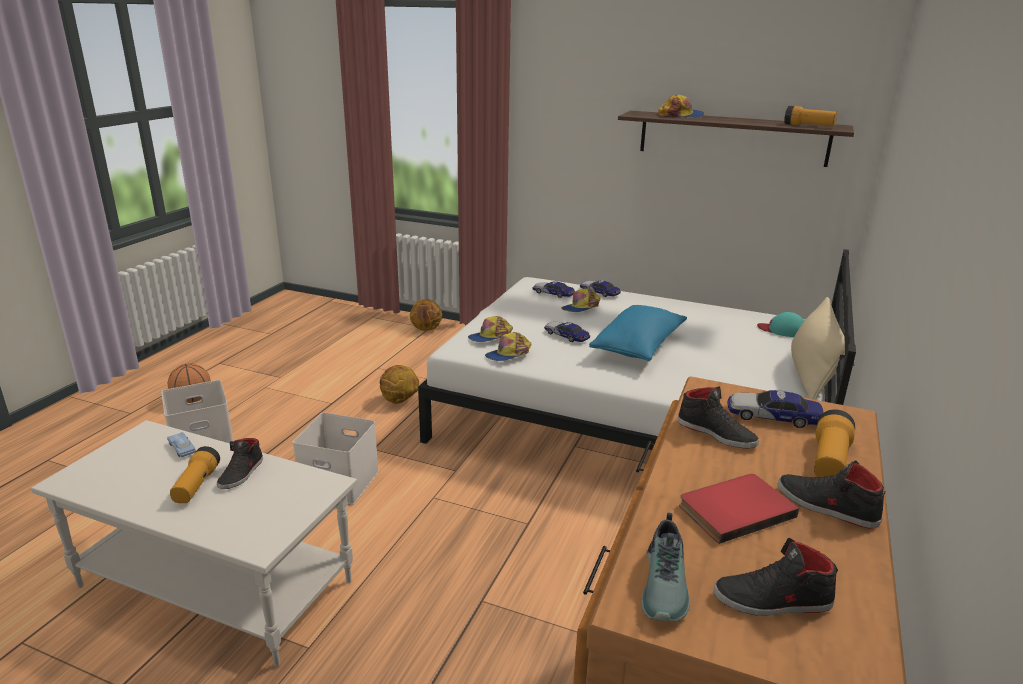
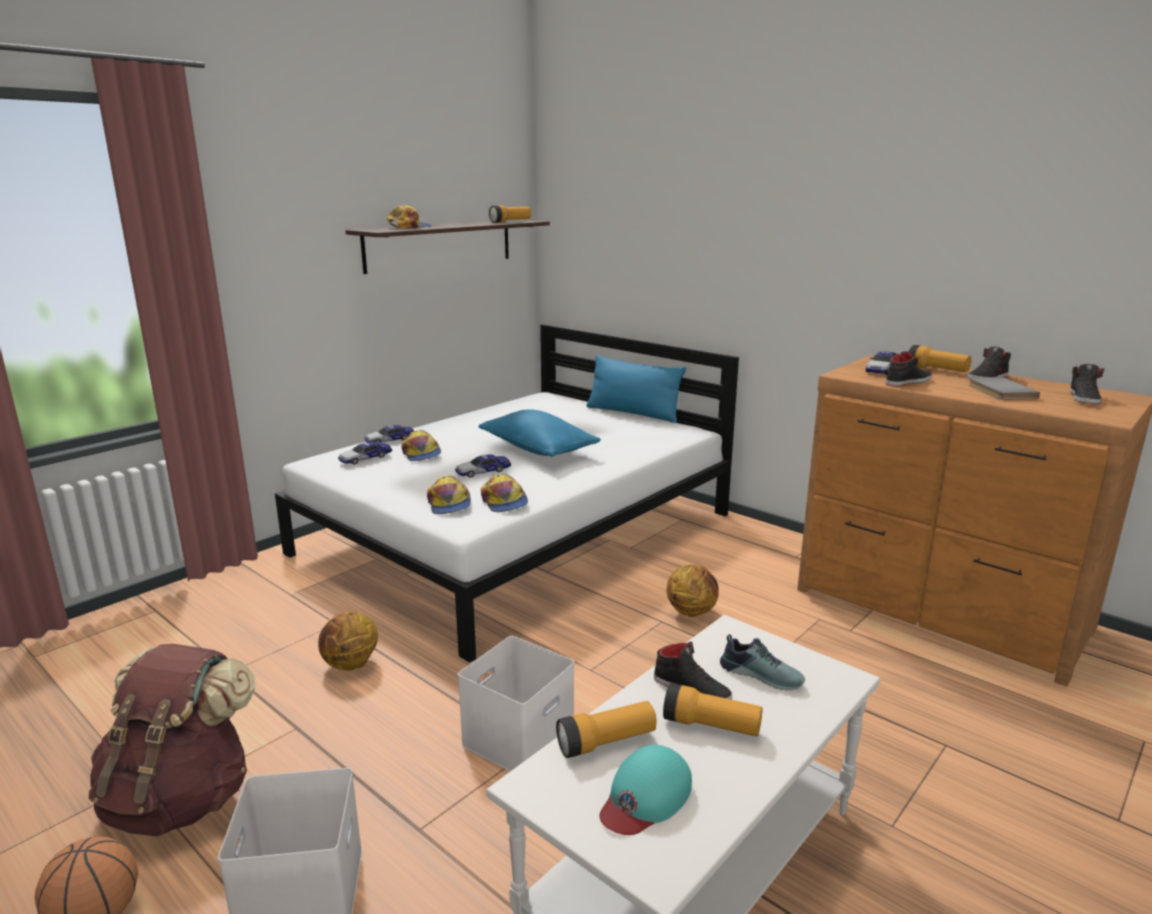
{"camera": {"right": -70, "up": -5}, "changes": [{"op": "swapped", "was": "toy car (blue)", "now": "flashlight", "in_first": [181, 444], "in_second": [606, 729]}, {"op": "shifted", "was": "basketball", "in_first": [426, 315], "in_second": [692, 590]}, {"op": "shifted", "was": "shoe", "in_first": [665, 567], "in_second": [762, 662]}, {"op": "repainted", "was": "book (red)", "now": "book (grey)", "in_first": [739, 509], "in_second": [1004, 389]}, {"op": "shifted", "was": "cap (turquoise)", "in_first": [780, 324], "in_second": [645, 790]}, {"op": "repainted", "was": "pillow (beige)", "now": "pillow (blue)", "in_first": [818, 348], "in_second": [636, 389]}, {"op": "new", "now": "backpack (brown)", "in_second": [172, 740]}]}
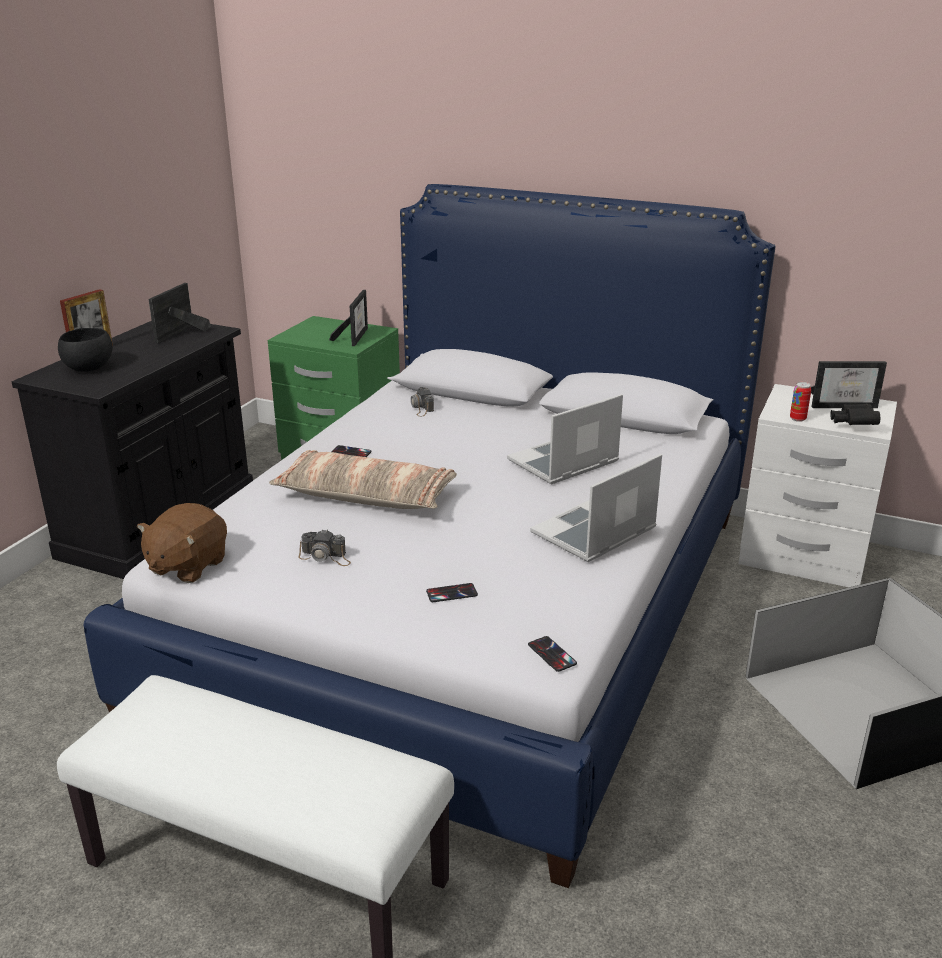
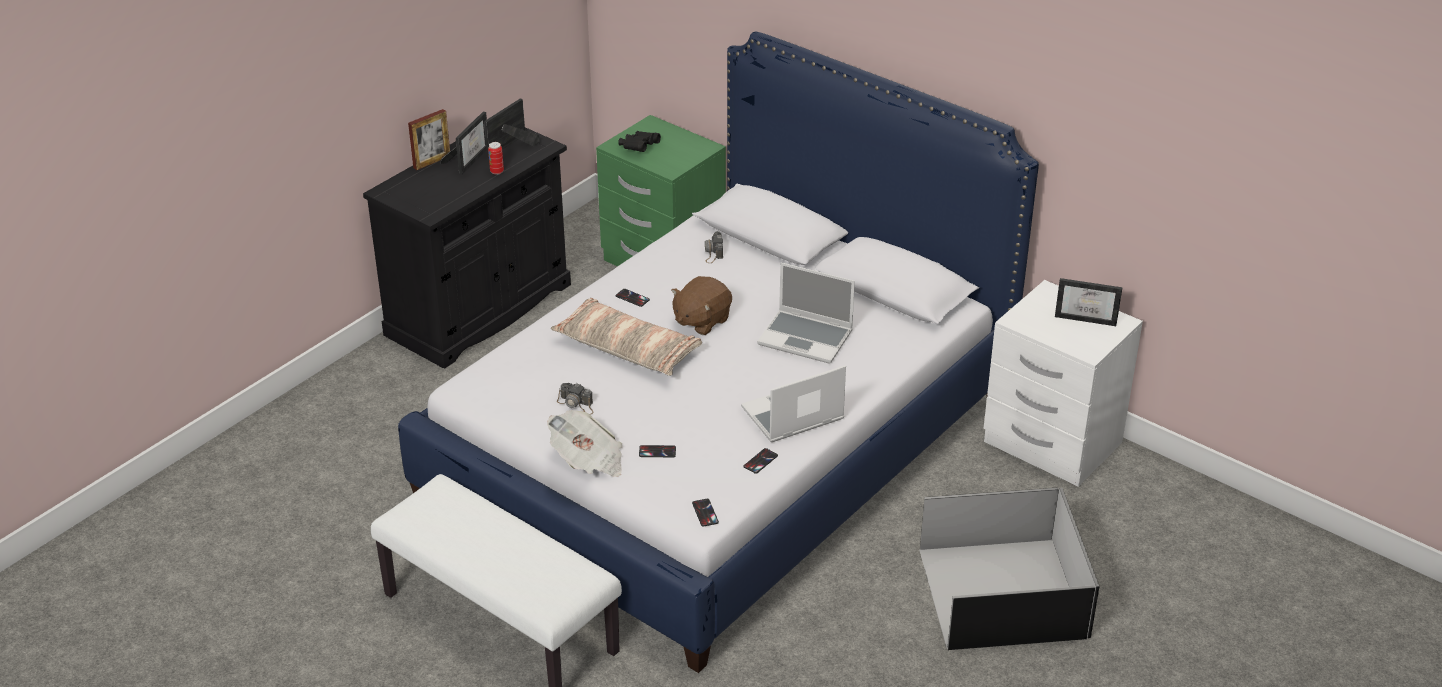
{"camera": {"right": 15, "up": 10}, "changes": [{"op": "gone", "was": "bowl (black)", "in_first": [85, 350]}, {"op": "shifted", "was": "plush toy (brown)", "in_first": [182, 543], "in_second": [701, 305]}, {"op": "shifted", "was": "picture frame", "in_first": [348, 318], "in_second": [463, 143]}, {"op": "rotated", "was": "laptop", "in_first": [565, 439], "in_second": [806, 313], "clockwise": -135}, {"op": "shifted", "was": "can", "in_first": [800, 402], "in_second": [496, 158]}, {"op": "shifted", "was": "binoculars (black)", "in_first": [855, 414], "in_second": [639, 141]}, {"op": "new", "now": "newspaper", "in_second": [585, 443]}, {"op": "new", "now": "phone", "in_second": [760, 461]}]}
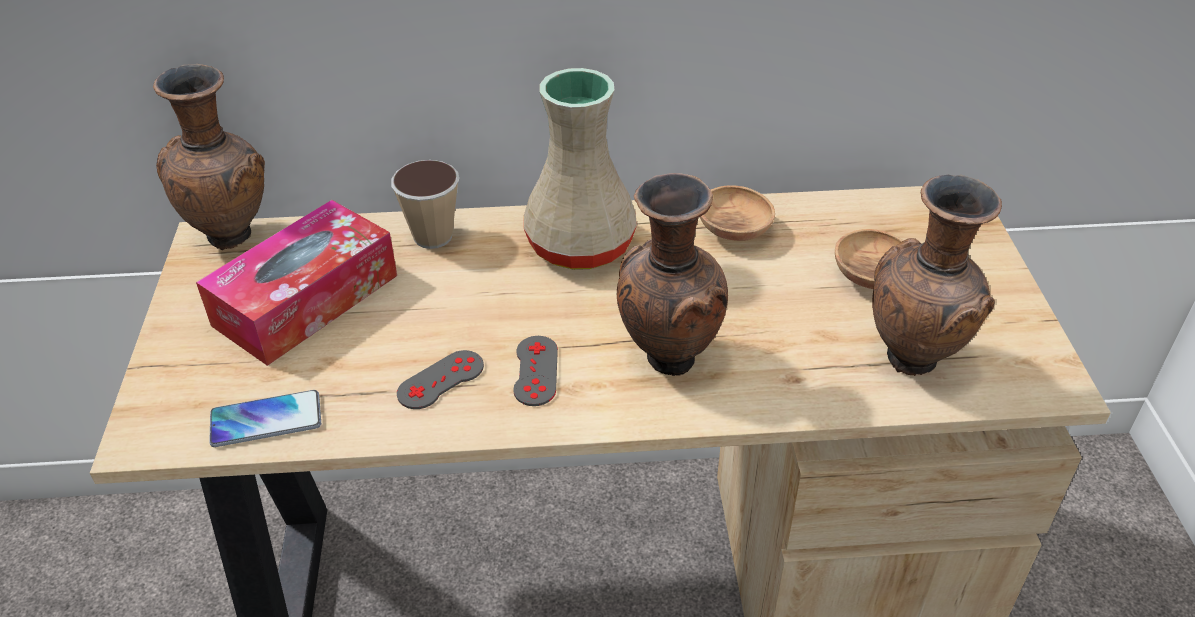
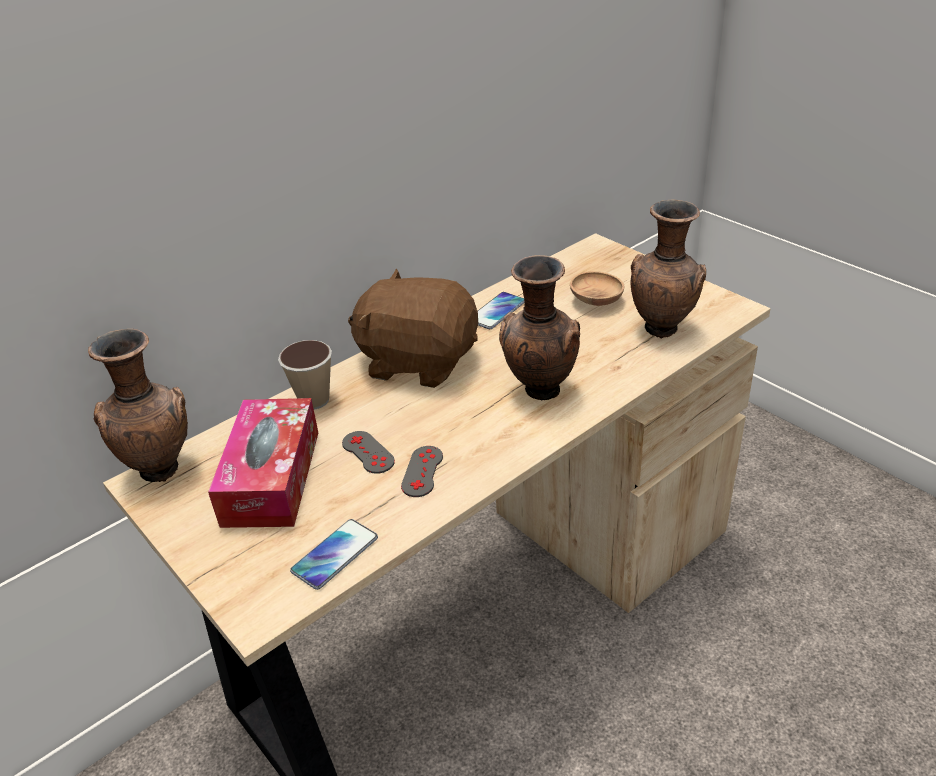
{"camera": {"right": -35, "up": -5}, "changes": [{"op": "shifted", "was": "game controller (grey)", "in_first": [535, 371], "in_second": [368, 452]}, {"op": "swapped", "was": "vase (beige)", "now": "plush toy (brown)", "in_first": [580, 169], "in_second": [413, 328]}, {"op": "swapped", "was": "bowl (brown)", "now": "phone", "in_first": [737, 213], "in_second": [501, 310]}]}
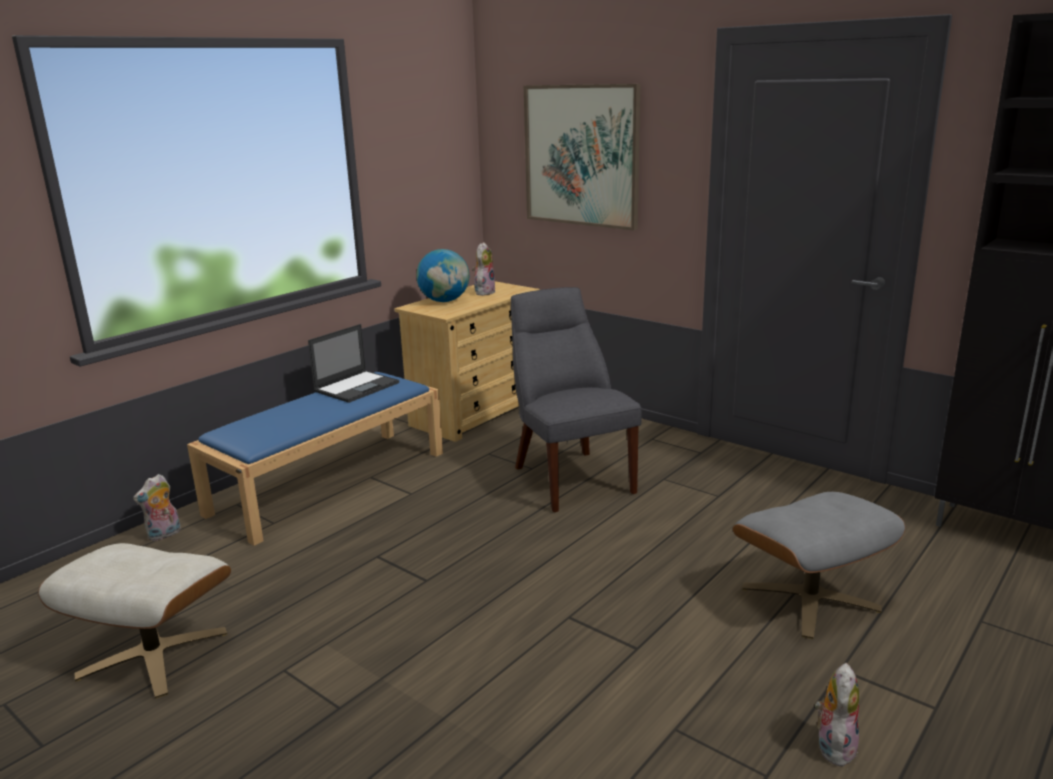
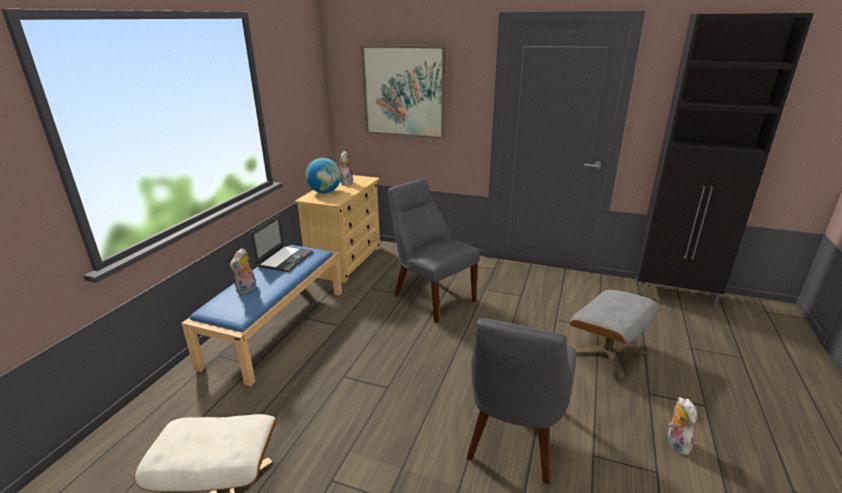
{"camera": {"right": -20, "up": 5}, "changes": [{"op": "shifted", "was": "plush toy", "in_first": [157, 507], "in_second": [243, 271]}, {"op": "new", "now": "chair (grey)", "in_second": [521, 401]}]}
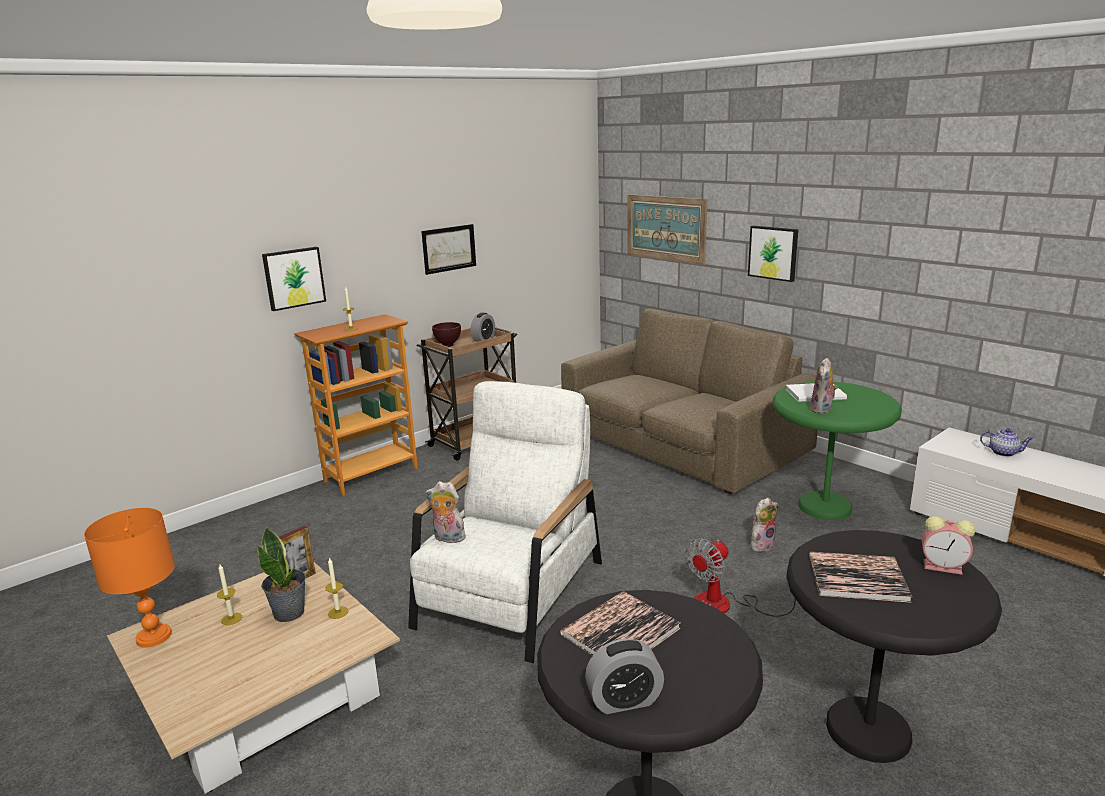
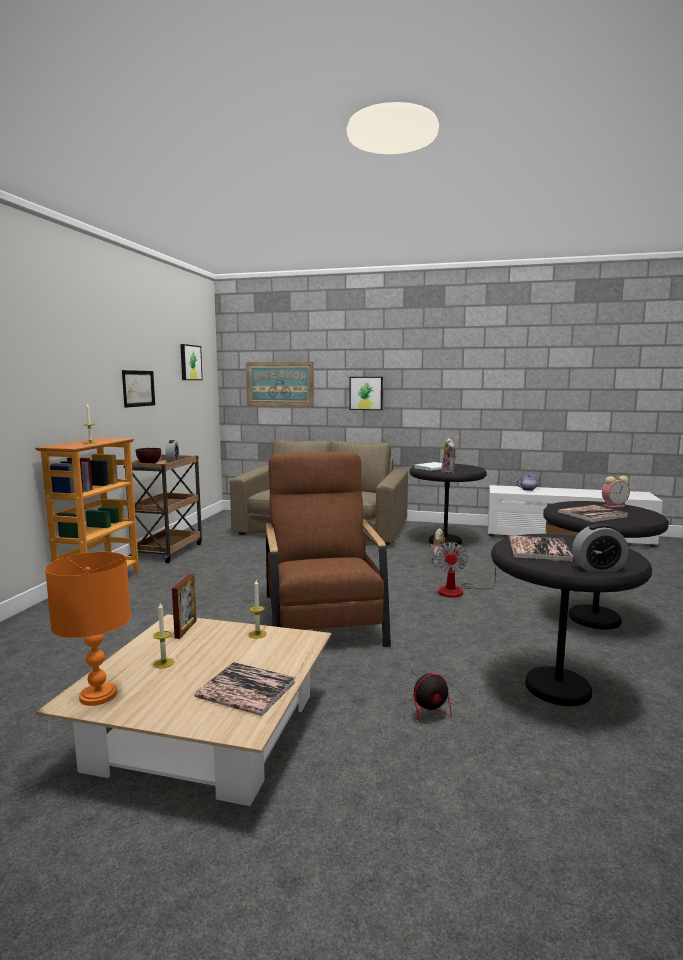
{"camera": {"right": -35, "up": -10}, "changes": [{"op": "gone", "was": "potted plant", "in_first": [282, 574]}, {"op": "shifted", "was": "picture", "in_first": [294, 279], "in_second": [191, 362]}, {"op": "repainted", "was": "armchair (white)", "now": "armchair (brown)", "in_first": [505, 522], "in_second": [328, 549]}, {"op": "gone", "was": "plush toy", "in_first": [445, 512]}, {"op": "rotated", "was": "alarm clock", "in_first": [624, 676], "in_second": [600, 547], "clockwise": 45}, {"op": "repainted", "was": "side table (green)", "now": "side table (black)", "in_first": [837, 451], "in_second": [448, 505]}, {"op": "new", "now": "book", "in_second": [244, 689]}, {"op": "new", "now": "fan", "in_second": [439, 698]}]}
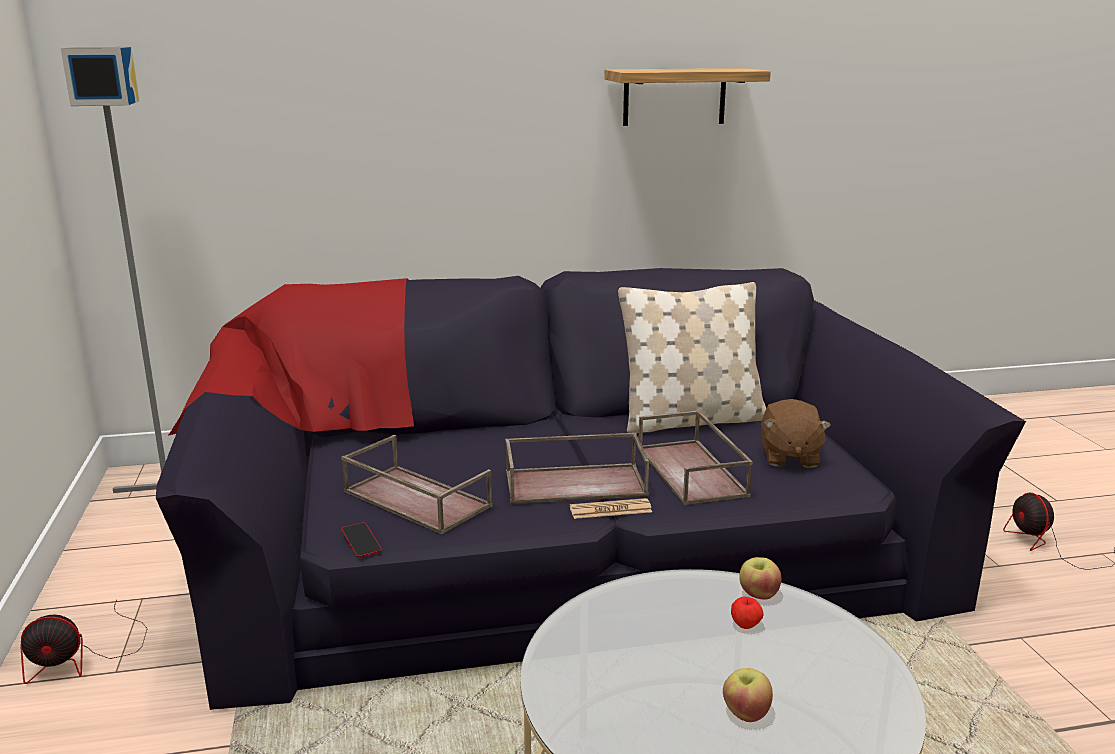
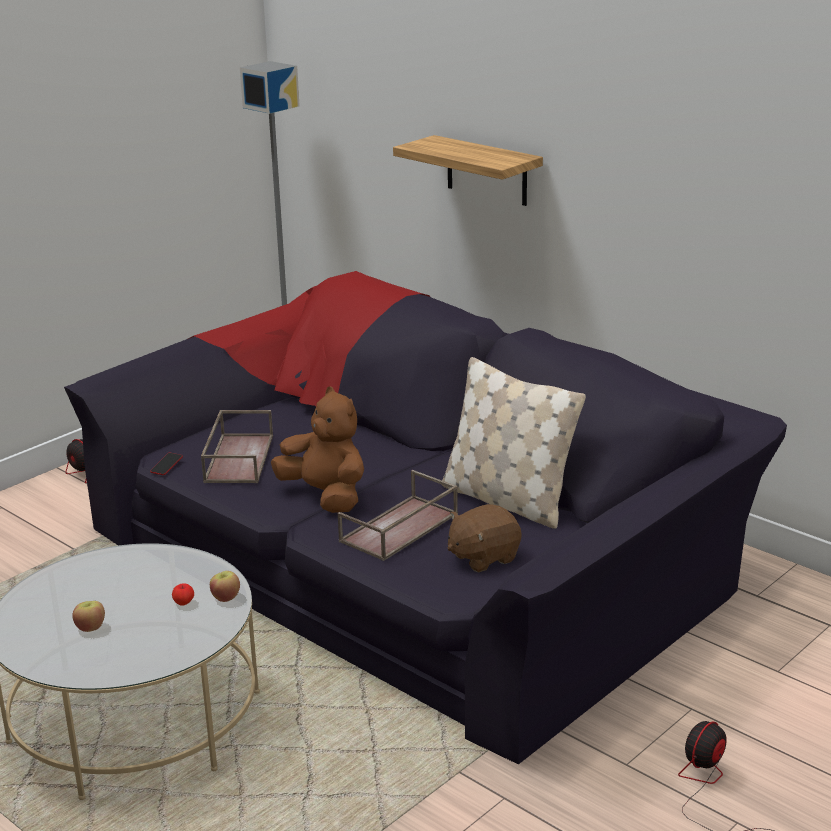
{"camera": {"right": 55, "up": 5}, "changes": [{"op": "swapped", "was": "tray (brown)", "now": "plush toy (brown)", "in_first": [577, 468], "in_second": [317, 449]}, {"op": "gone", "was": "newspaper", "in_first": [611, 508]}, {"op": "shifted", "was": "shelf", "in_first": [687, 97], "in_second": [468, 170]}]}
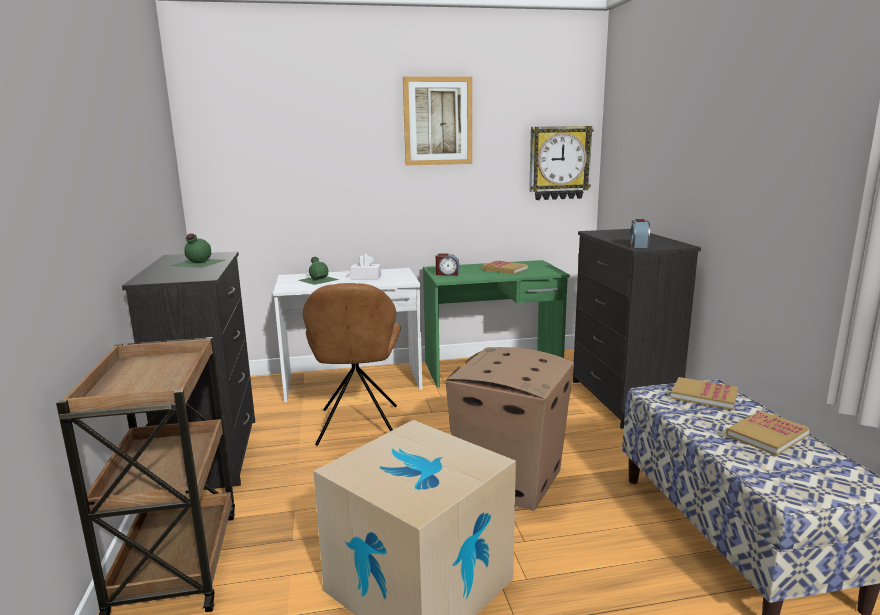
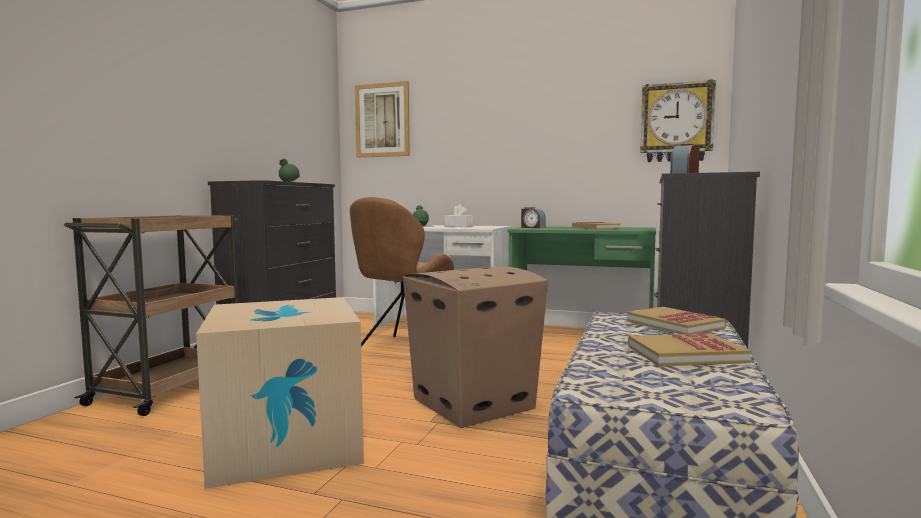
{"camera": {"right": 30, "up": -10}, "changes": [{"op": "shifted", "was": "picture", "in_first": [437, 121], "in_second": [382, 119]}]}
